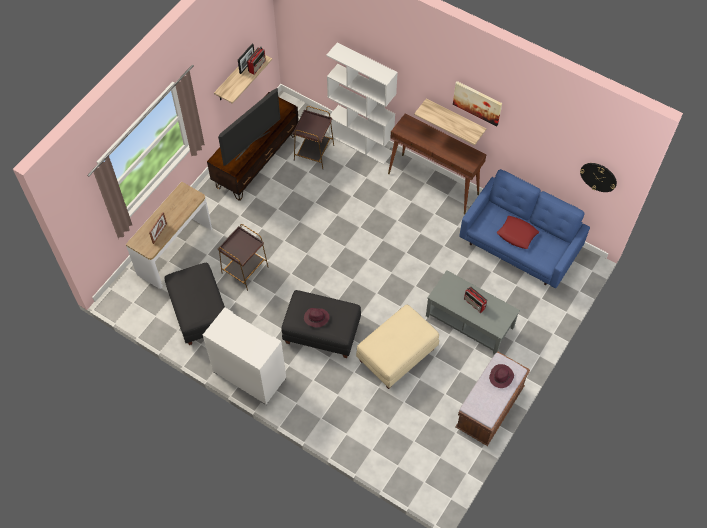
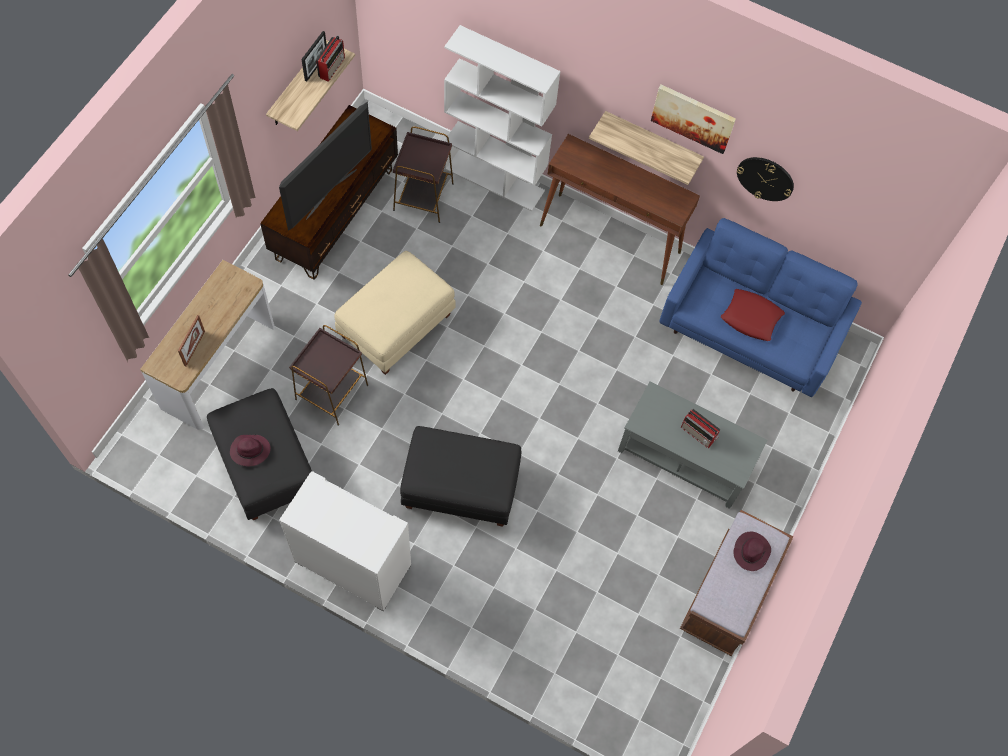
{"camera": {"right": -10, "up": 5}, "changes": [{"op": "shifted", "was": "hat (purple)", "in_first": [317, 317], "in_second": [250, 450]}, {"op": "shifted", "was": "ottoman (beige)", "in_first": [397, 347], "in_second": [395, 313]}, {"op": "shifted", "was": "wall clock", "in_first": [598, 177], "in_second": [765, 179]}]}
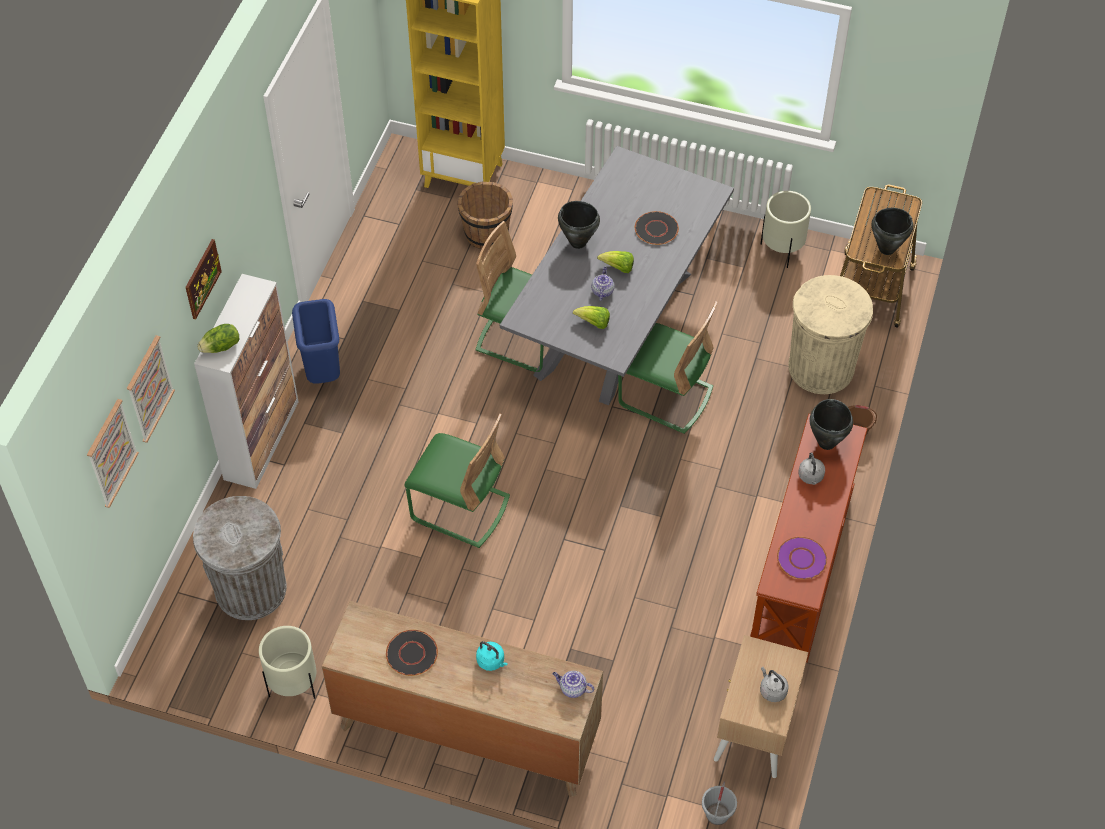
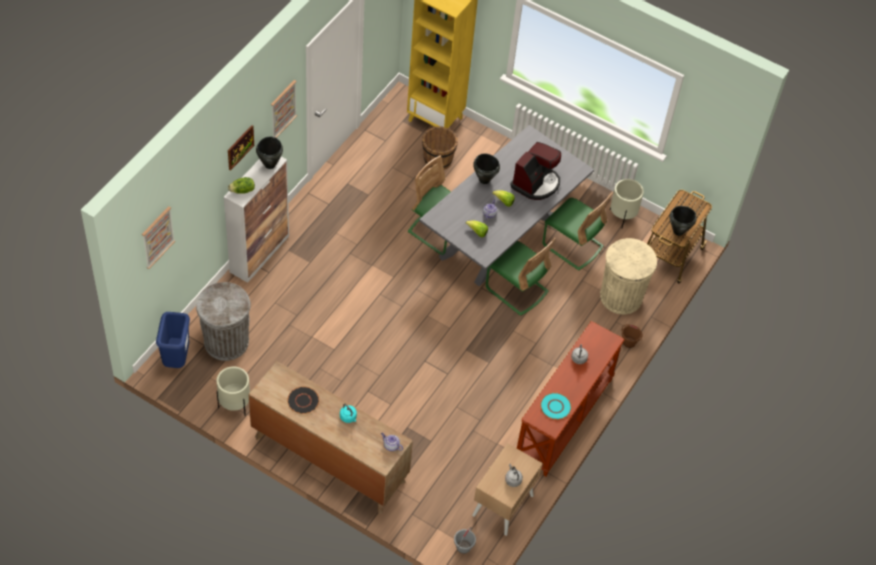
{"camera": {"right": 10, "up": 0}, "changes": [{"op": "shifted", "was": "picture", "in_first": [151, 389], "in_second": [284, 109]}, {"op": "shifted", "was": "trash can (blue)", "in_first": [316, 341], "in_second": [173, 340]}, {"op": "shifted", "was": "chair (green)", "in_first": [457, 480], "in_second": [577, 230]}, {"op": "swapped", "was": "plate (black)", "now": "coffee machine", "in_first": [657, 228], "in_second": [535, 171]}, {"op": "repainted", "was": "plate (purple)", "now": "plate (turquoise)", "in_first": [802, 558], "in_second": [556, 406]}, {"op": "shifted", "was": "cooking pot (black)", "in_first": [831, 424], "in_second": [269, 153]}]}
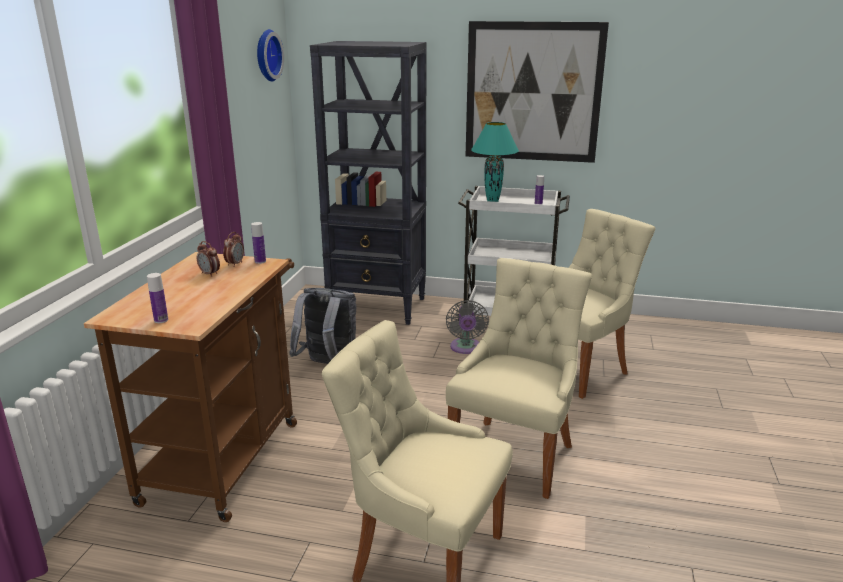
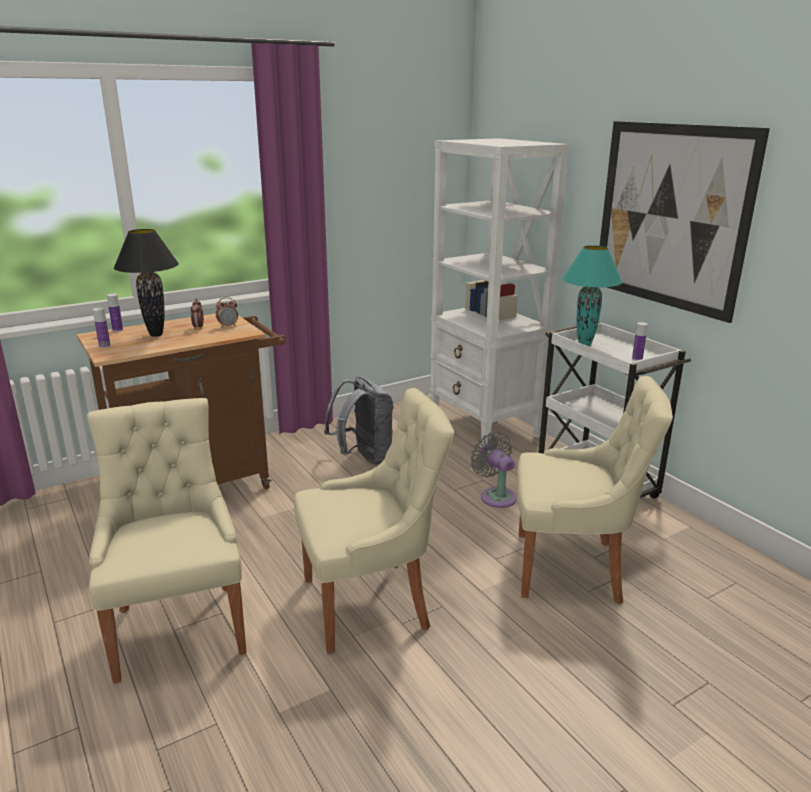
{"camera": {"right": 45, "up": 0}, "changes": [{"op": "shifted", "was": "bottle", "in_first": [258, 243], "in_second": [115, 313]}, {"op": "gone", "was": "wall clock", "in_first": [270, 55]}, {"op": "repainted", "was": "bookcase (black)", "now": "bookcase (white)", "in_first": [368, 183], "in_second": [499, 292]}, {"op": "rotated", "was": "fan (grey)", "in_first": [467, 327], "in_second": [493, 470], "clockwise": 105}, {"op": "new", "now": "table lamp (black)", "in_second": [146, 283]}]}
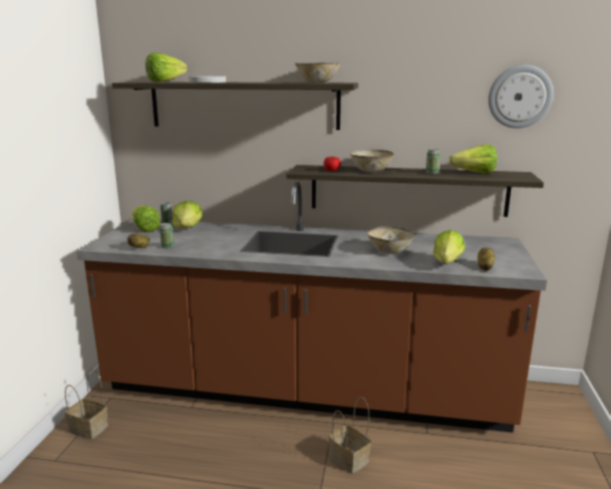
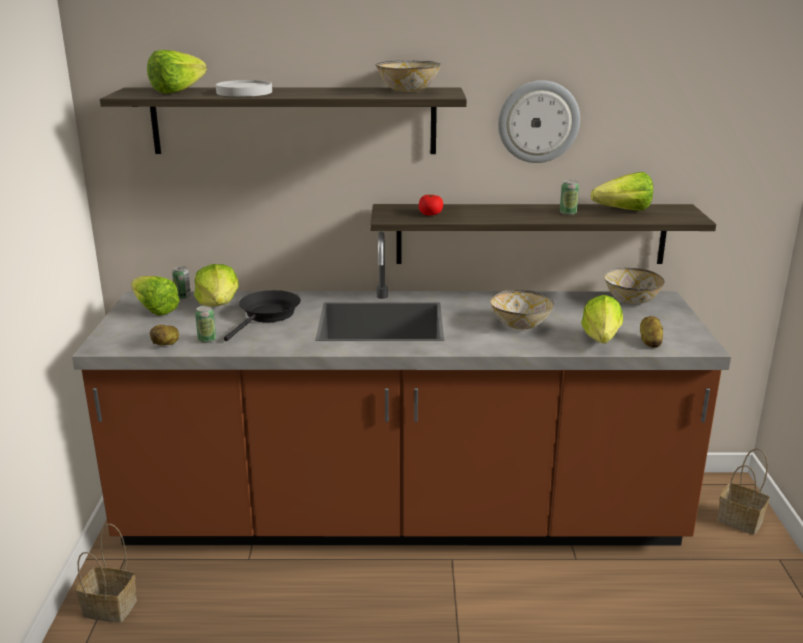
{"camera": {"right": -10, "up": 5}, "changes": [{"op": "shifted", "was": "basket", "in_first": [350, 435], "in_second": [744, 491]}, {"op": "shifted", "was": "bowl", "in_first": [372, 161], "in_second": [634, 286]}, {"op": "shifted", "was": "wall clock", "in_first": [520, 96], "in_second": [539, 121]}, {"op": "new", "now": "frying pan (black)", "in_second": [262, 315]}]}
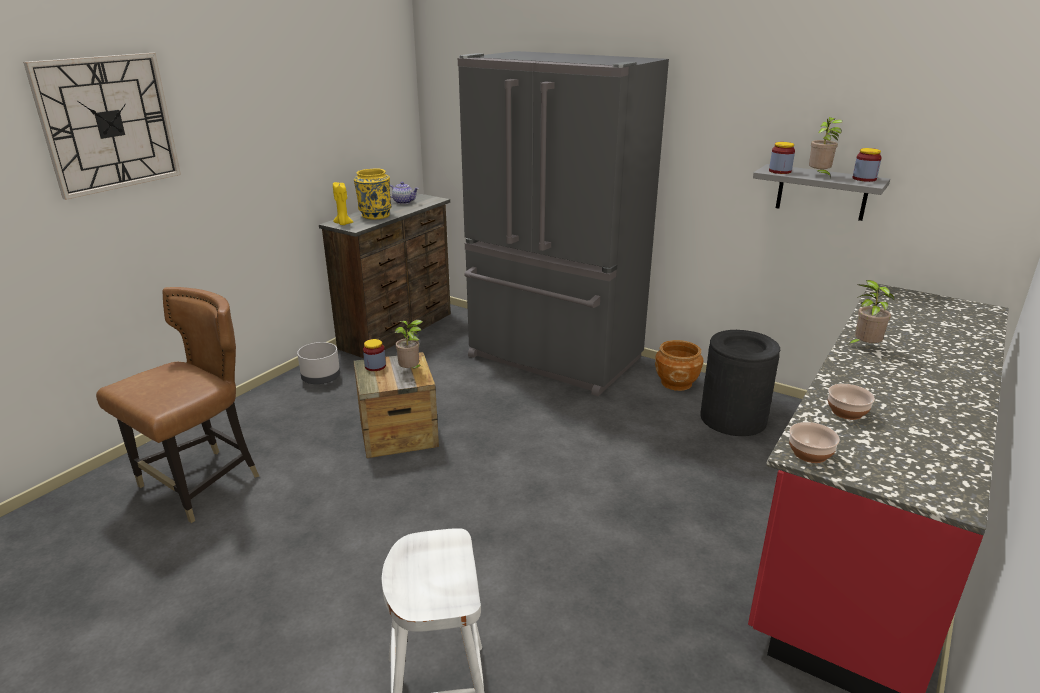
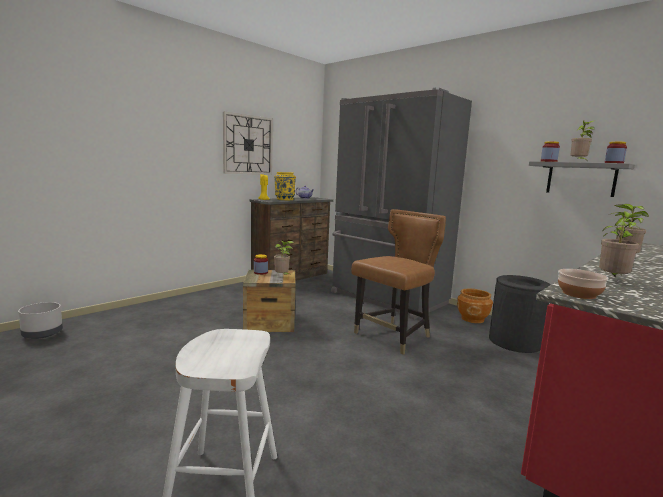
{"camera": {"right": 10, "up": -15}, "changes": [{"op": "shifted", "was": "wall clock", "in_first": [102, 126], "in_second": [248, 143]}, {"op": "shifted", "was": "chair (brown)", "in_first": [177, 405], "in_second": [398, 282]}, {"op": "shifted", "was": "planter (grey)", "in_first": [318, 363], "in_second": [40, 320]}, {"op": "swapped", "was": "bowl", "now": "potted plant", "in_first": [851, 402], "in_second": [621, 244]}]}
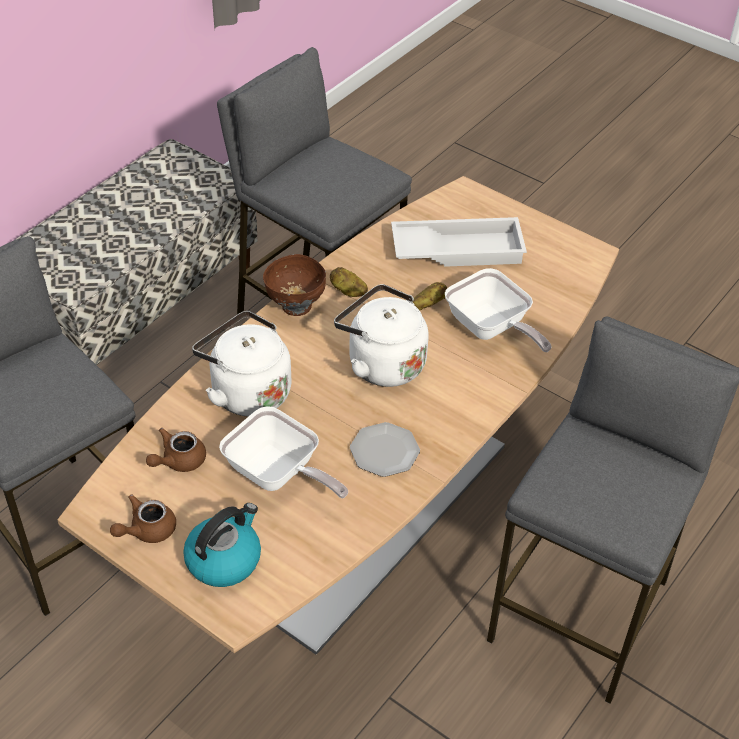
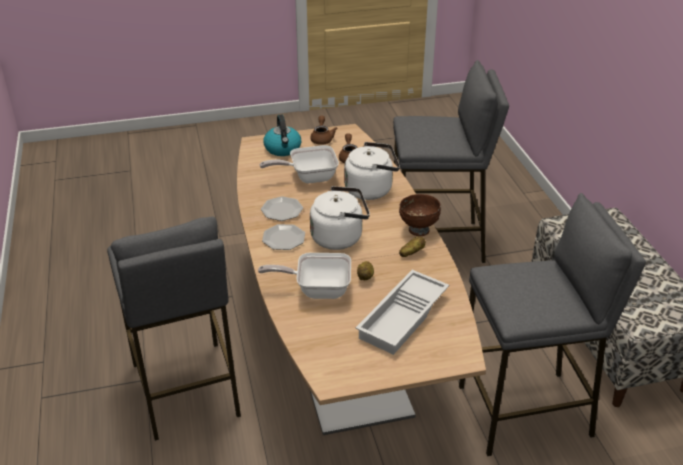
{"camera": {"right": 130, "up": -10}, "changes": [{"op": "new", "now": "plate", "in_second": [283, 237]}]}
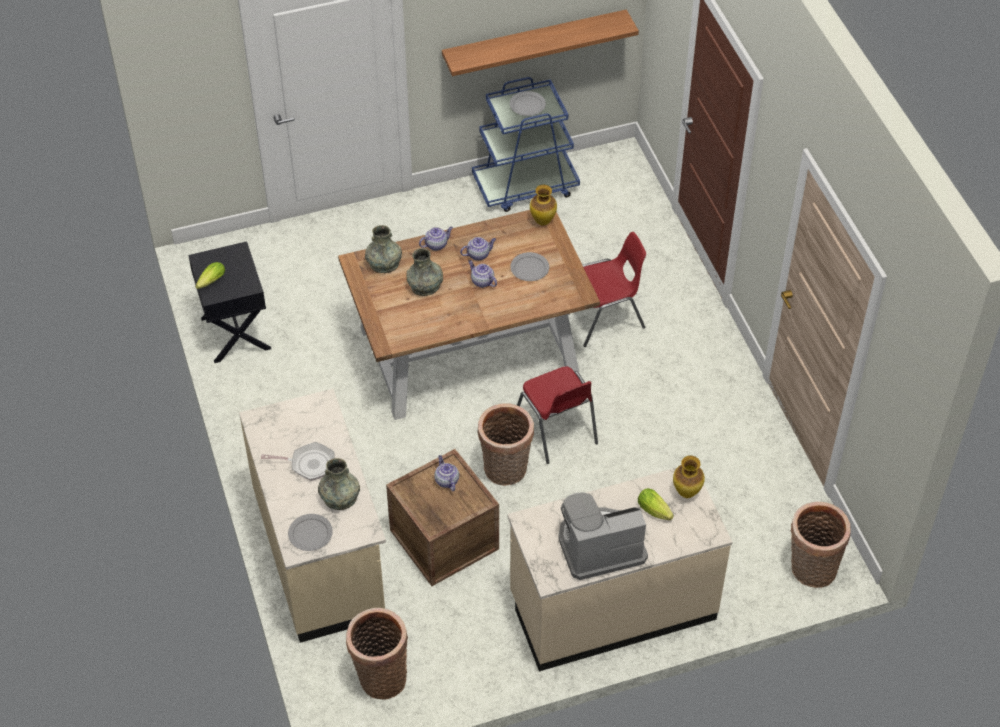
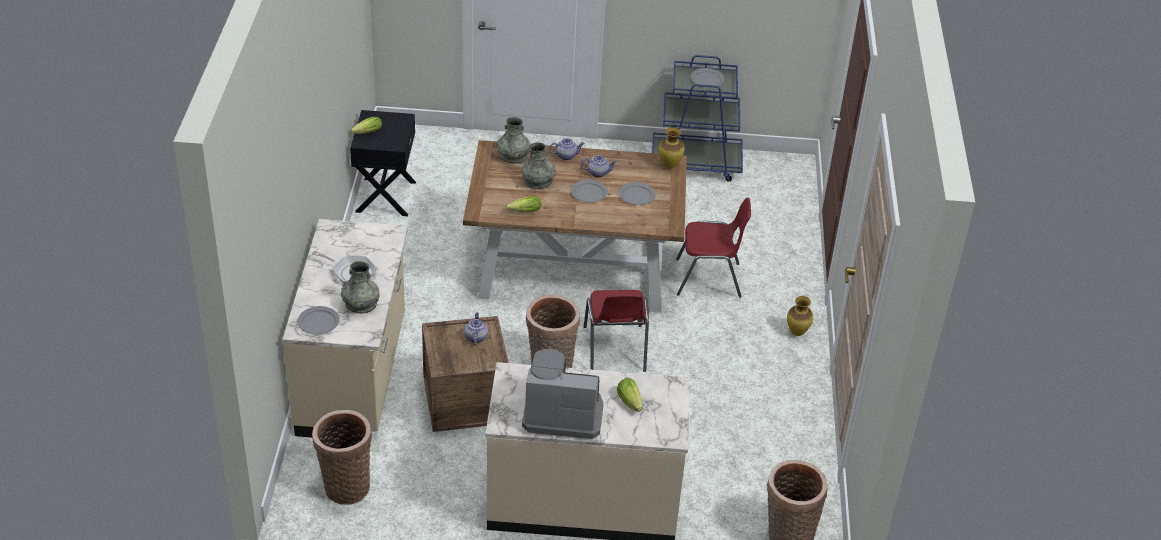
{"camera": {"right": 20, "up": -10}, "changes": [{"op": "gone", "was": "shelf", "in_first": [540, 42]}, {"op": "swapped", "was": "teapot", "now": "plate (grey)", "in_first": [482, 274], "in_second": [589, 191]}, {"op": "shifted", "was": "vase", "in_first": [689, 476], "in_second": [800, 316]}, {"op": "new", "now": "lettuce", "in_second": [523, 204]}]}
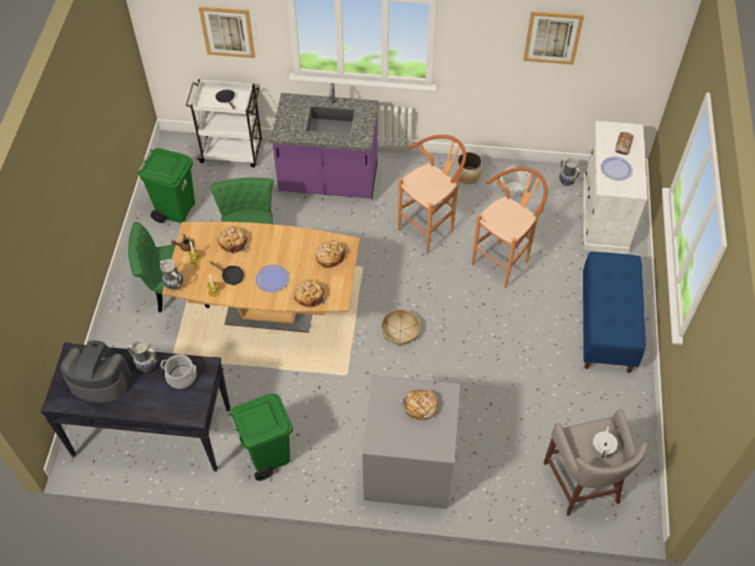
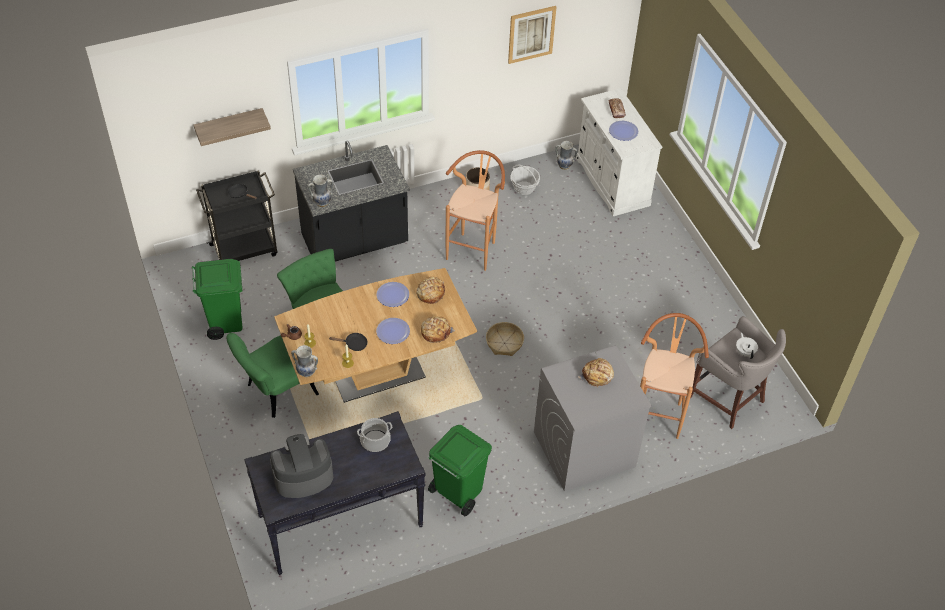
{"camera": {"right": -30, "up": -5}, "changes": [{"op": "shifted", "was": "vase", "in_first": [141, 355], "in_second": [320, 191]}, {"op": "repainted", "was": "cart (white)", "now": "cart (black)", "in_first": [224, 123], "in_second": [236, 215]}, {"op": "swapped", "was": "picture", "now": "shelf", "in_first": [227, 32], "in_second": [232, 127]}, {"op": "gone", "was": "bread", "in_first": [233, 239]}, {"op": "repainted", "was": "counter (purple)", "now": "counter (black)", "in_first": [324, 141], "in_second": [351, 201]}, {"op": "shifted", "was": "stool (brown)", "in_first": [510, 227], "in_second": [674, 376]}, {"op": "gone", "was": "bench (blue)", "in_first": [614, 312]}, {"op": "new", "now": "plate", "in_second": [392, 294]}]}
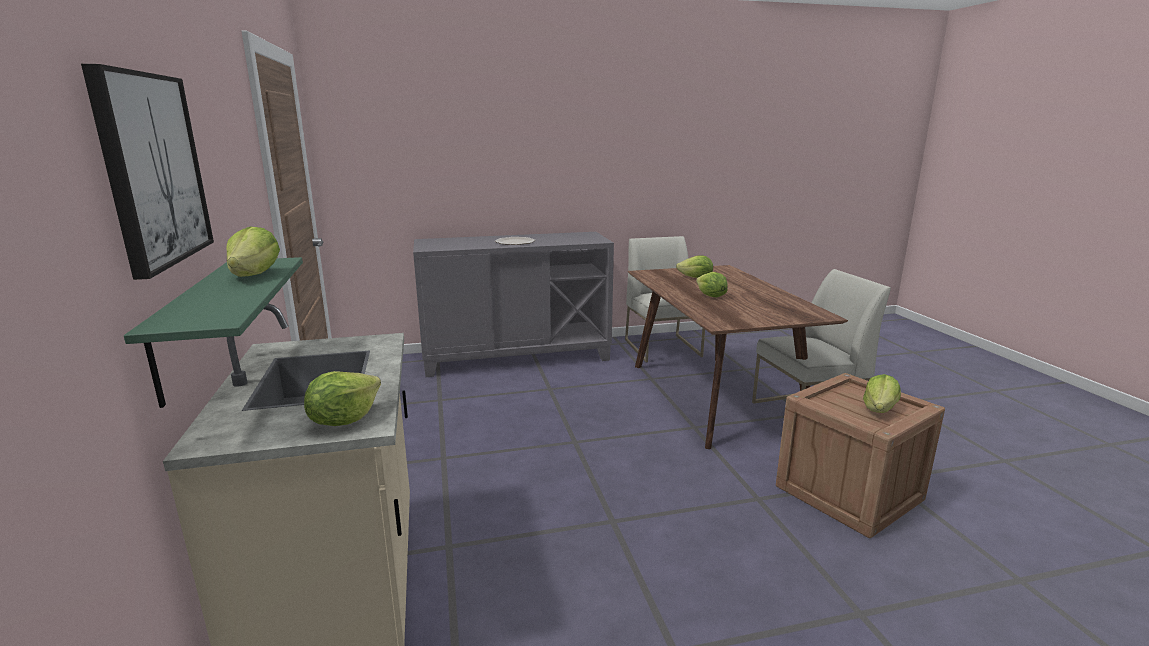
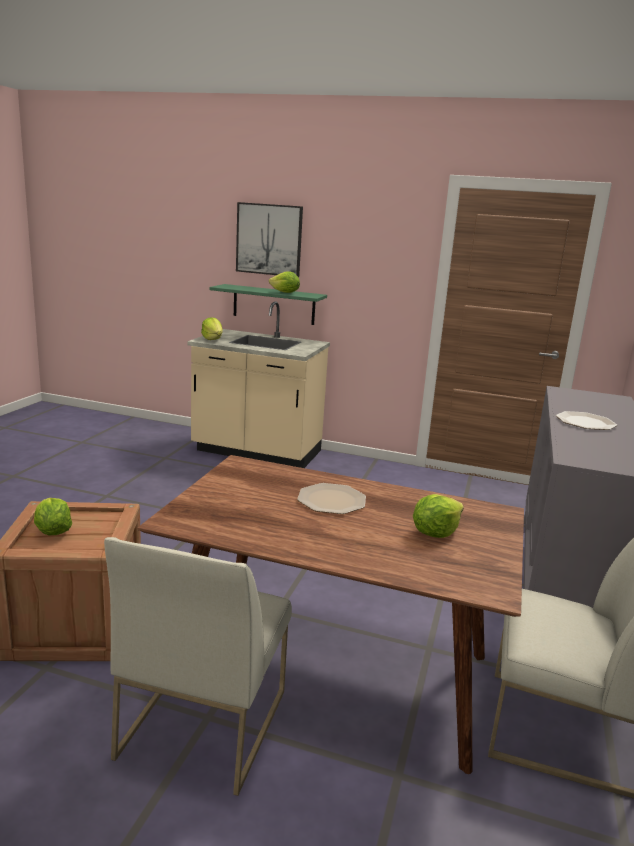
{"camera": {"right": 120, "up": 0}, "changes": [{"op": "swapped", "was": "lettuce", "now": "plate", "in_first": [712, 284], "in_second": [331, 498]}]}
